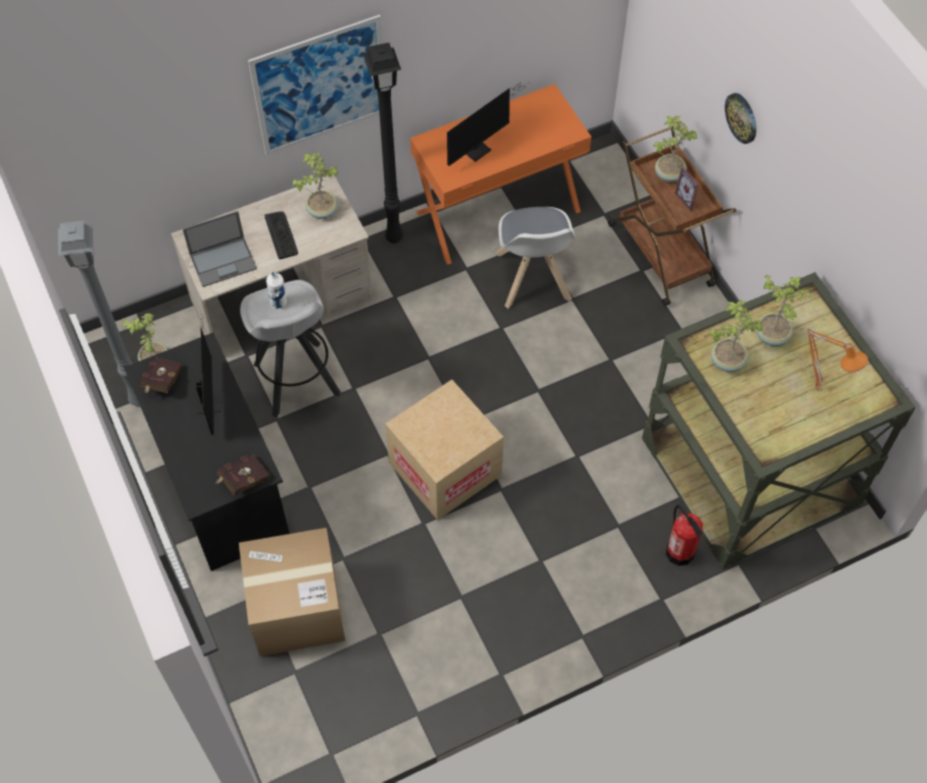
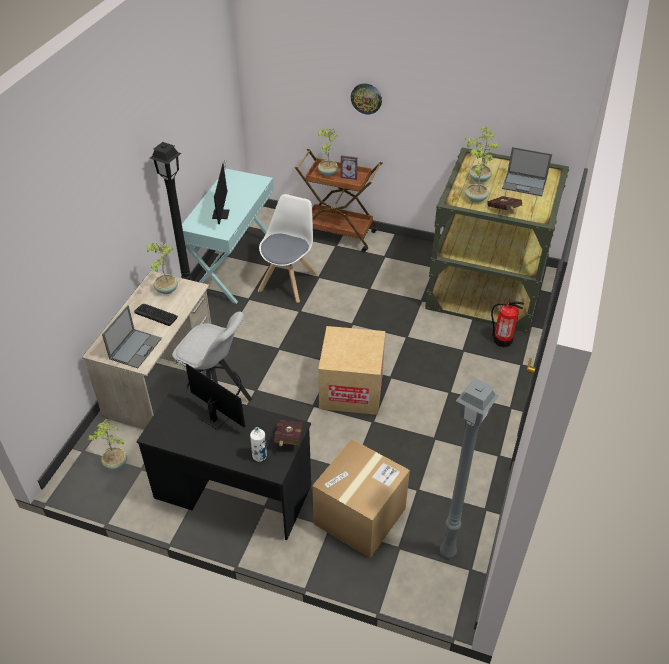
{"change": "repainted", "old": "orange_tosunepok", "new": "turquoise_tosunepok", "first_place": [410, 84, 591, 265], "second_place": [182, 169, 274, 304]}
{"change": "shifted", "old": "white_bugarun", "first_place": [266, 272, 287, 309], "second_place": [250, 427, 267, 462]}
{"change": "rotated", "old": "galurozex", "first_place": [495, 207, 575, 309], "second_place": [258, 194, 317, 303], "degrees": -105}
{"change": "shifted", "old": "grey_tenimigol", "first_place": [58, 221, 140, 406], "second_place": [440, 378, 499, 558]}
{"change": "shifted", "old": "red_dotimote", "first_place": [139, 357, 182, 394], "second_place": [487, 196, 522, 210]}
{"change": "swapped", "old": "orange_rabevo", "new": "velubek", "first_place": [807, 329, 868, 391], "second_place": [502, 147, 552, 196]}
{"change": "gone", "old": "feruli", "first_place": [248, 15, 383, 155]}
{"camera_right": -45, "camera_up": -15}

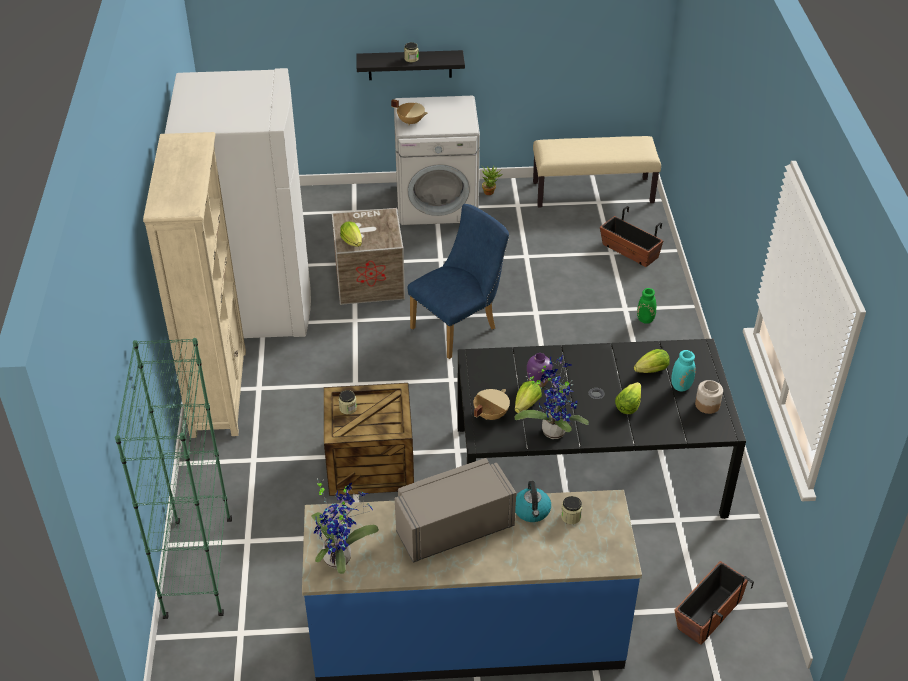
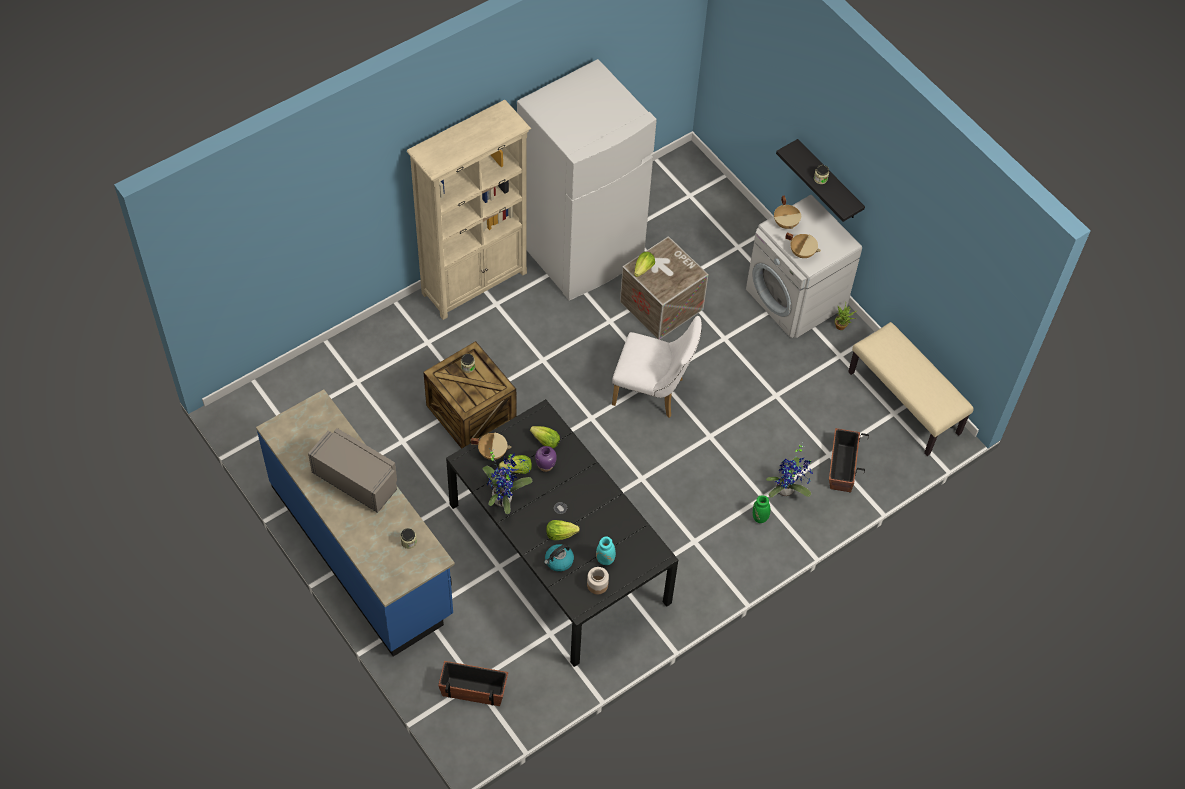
{"change": "shifted", "old": "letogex", "first_place": [634, 349, 670, 373], "second_place": [530, 426, 560, 448]}
{"change": "shifted", "old": "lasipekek", "first_place": [515, 481, 551, 522], "second_place": [544, 544, 574, 572]}
{"change": "repainted", "old": "blue_galurozex", "new": "white_galurozex", "first_place": [408, 204, 509, 359], "second_place": [612, 316, 702, 418]}
{"change": "shifted", "old": "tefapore", "first_place": [311, 478, 379, 574], "second_place": [766, 443, 813, 497]}
{"change": "new", "new": "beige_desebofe", "second_place": [785, 232, 821, 258]}
{"change": "gone", "old": "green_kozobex", "first_place": [115, 338, 232, 619]}
{"camera_right": 55, "camera_up": 15}

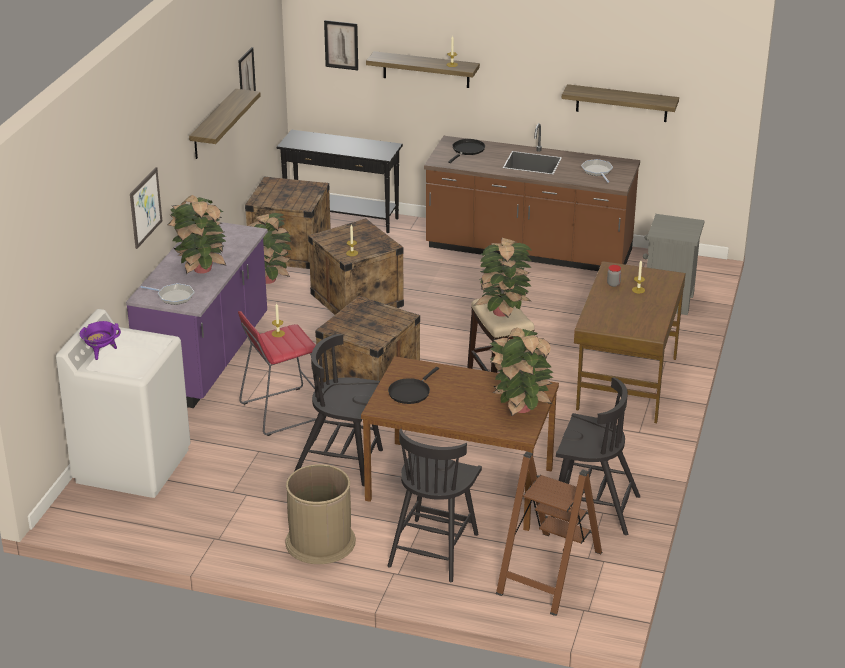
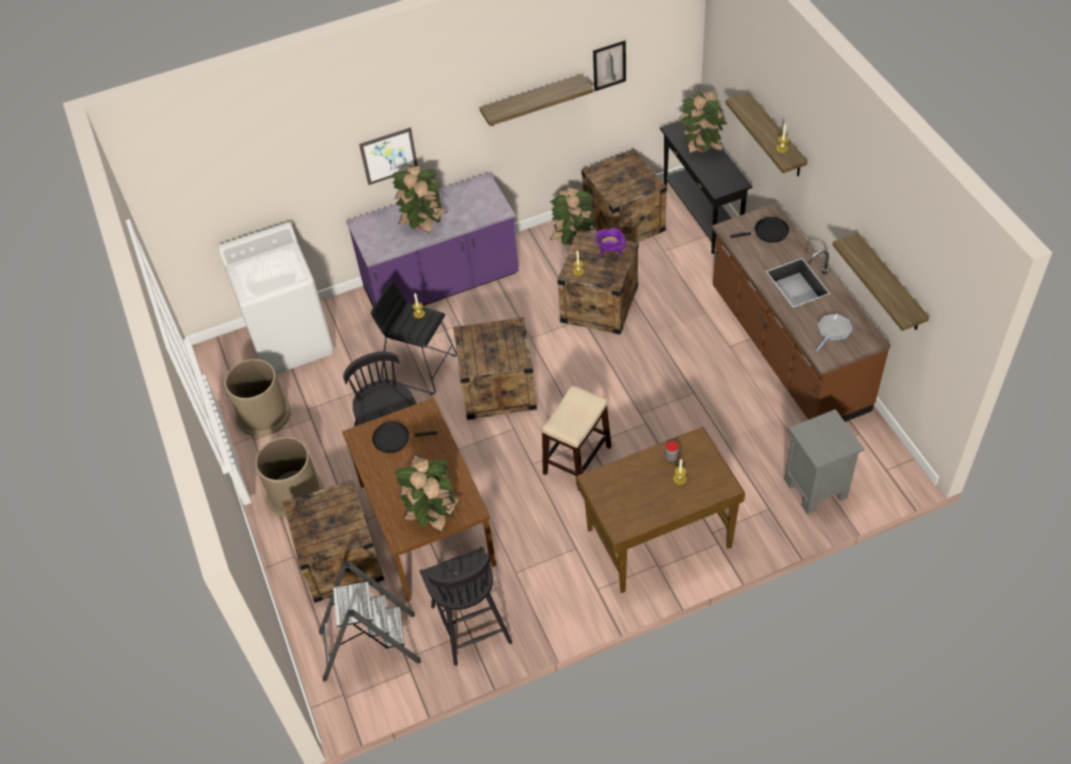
{"change": "new", "new": "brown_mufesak", "second_place": [224, 359, 291, 437]}
{"change": "swapped", "old": "black_galurozex", "new": "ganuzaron", "first_place": [388, 429, 482, 583], "second_place": [283, 480, 384, 603]}
{"change": "repainted", "old": "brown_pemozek", "new": "grey_pemozek", "first_place": [496, 451, 602, 616], "second_place": [319, 561, 421, 681]}
{"change": "repainted", "old": "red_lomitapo", "new": "black_lomitapo", "first_place": [238, 311, 316, 436], "second_place": [371, 280, 457, 395]}
{"change": "shifted", "old": "purple_desebofe", "first_place": [80, 321, 121, 360], "second_place": [595, 228, 626, 257]}
{"change": "shifted", "old": "tefapore", "first_place": [474, 238, 531, 318], "second_place": [679, 91, 727, 154]}
{"change": "gone", "old": "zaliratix", "first_place": [141, 283, 194, 305]}
{"change": "gone", "old": "feruli", "first_place": [324, 20, 358, 70]}
{"camera_right": 55, "camera_up": 20}

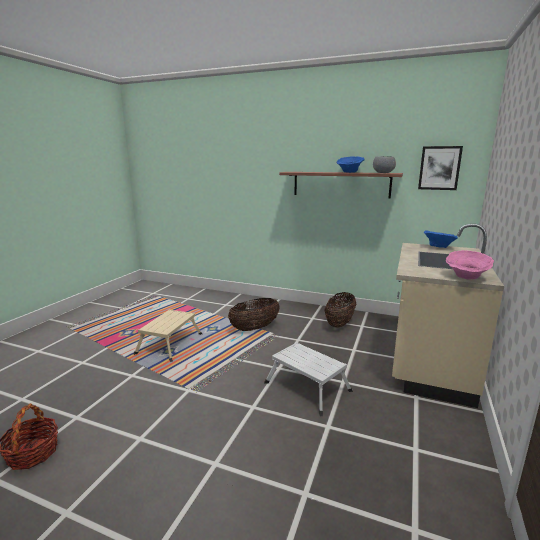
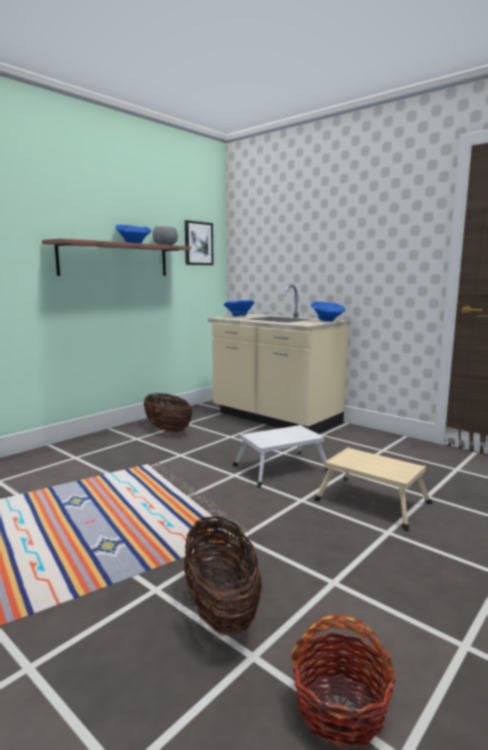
{"change": "shifted", "old": "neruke", "first_place": [228, 298, 280, 331], "second_place": [184, 516, 262, 635]}
{"change": "repainted", "old": "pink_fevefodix", "new": "blue_fevefodix", "first_place": [446, 250, 494, 280], "second_place": [311, 302, 345, 322]}
{"change": "shifted", "old": "beige_pemozek", "first_place": [134, 310, 202, 362], "second_place": [314, 447, 432, 531]}
{"camera_right": -70, "camera_up": -5}

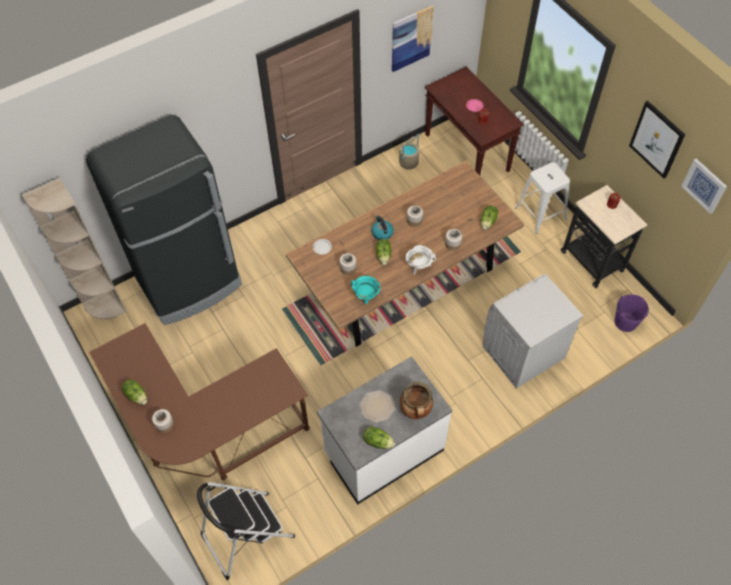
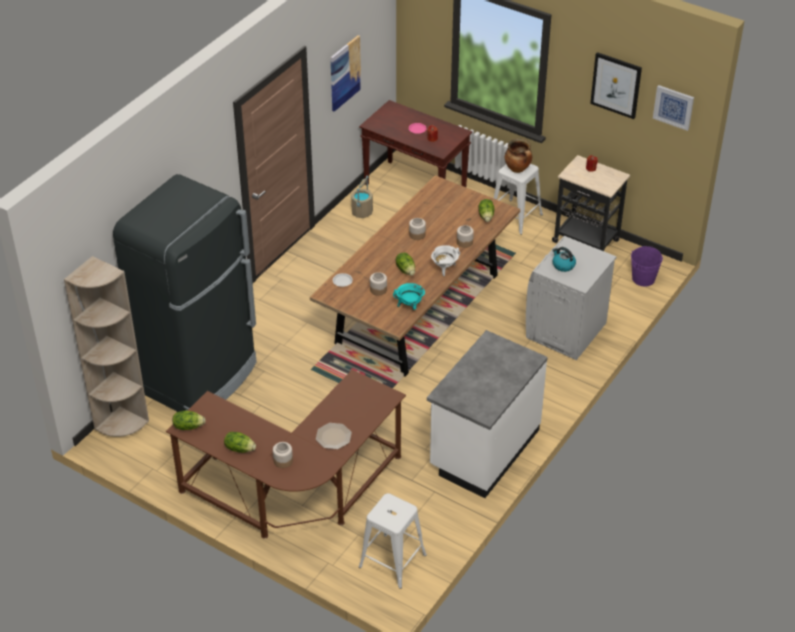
{"change": "shifted", "old": "letogex", "first_place": [363, 427, 395, 449], "second_place": [173, 410, 206, 430]}
{"change": "shifted", "old": "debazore", "first_place": [360, 390, 395, 423], "second_place": [316, 423, 352, 449]}
{"change": "swapped", "old": "pemozek", "new": "white_lomitapo", "first_place": [197, 482, 295, 580], "second_place": [359, 493, 427, 589]}
{"change": "shifted", "old": "desebofe", "first_place": [400, 381, 433, 419], "second_place": [505, 138, 532, 173]}
{"change": "shifted", "old": "lasipekek", "first_place": [372, 215, 394, 240], "second_place": [552, 247, 576, 272]}
{"camera_right": -25, "camera_up": -15}

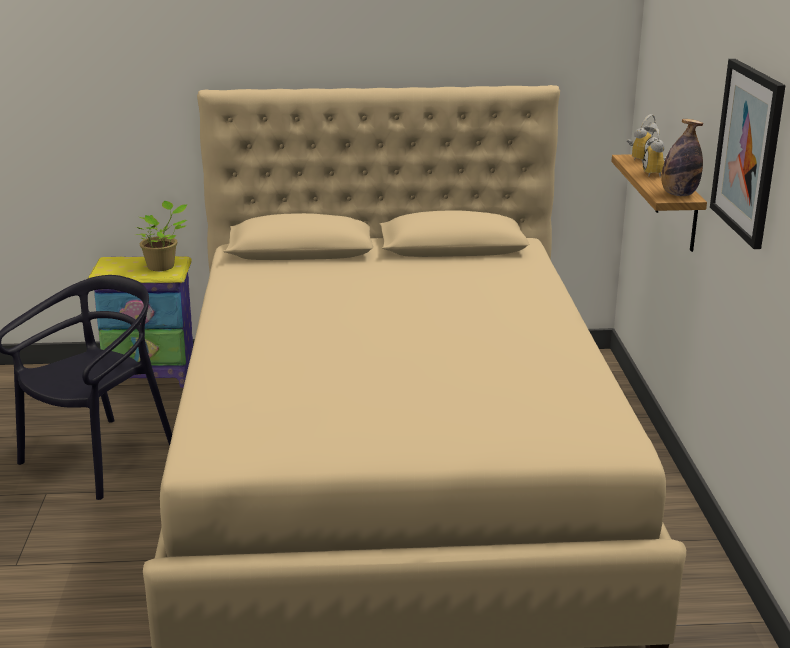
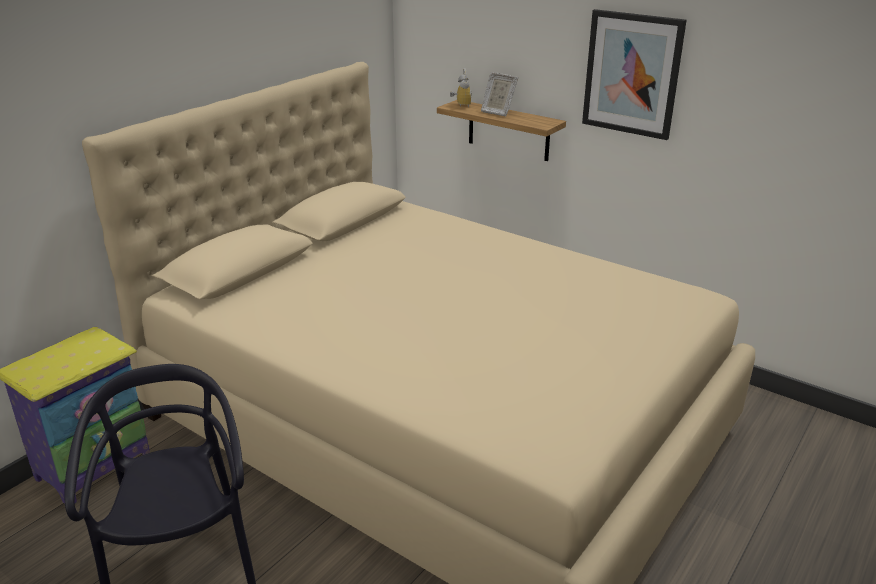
{"change": "swapped", "old": "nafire", "new": "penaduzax", "first_place": [643, 128, 667, 178], "second_place": [481, 72, 518, 116]}
{"change": "gone", "old": "tefapore", "first_place": [136, 201, 188, 271]}
{"change": "gone", "old": "bugarun", "first_place": [661, 119, 703, 196]}
{"camera_right": -50, "camera_up": 5}

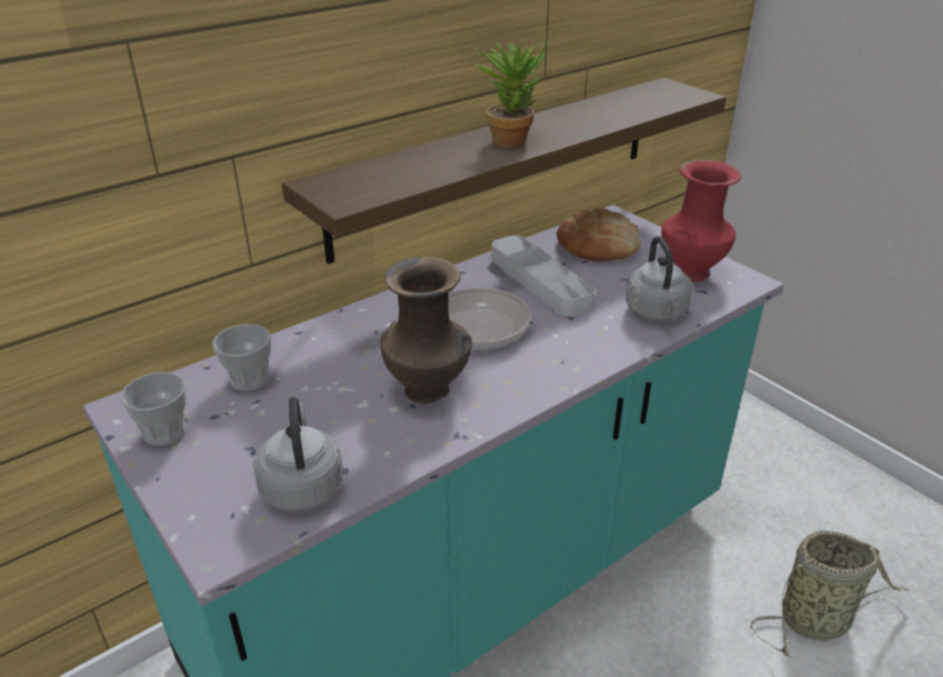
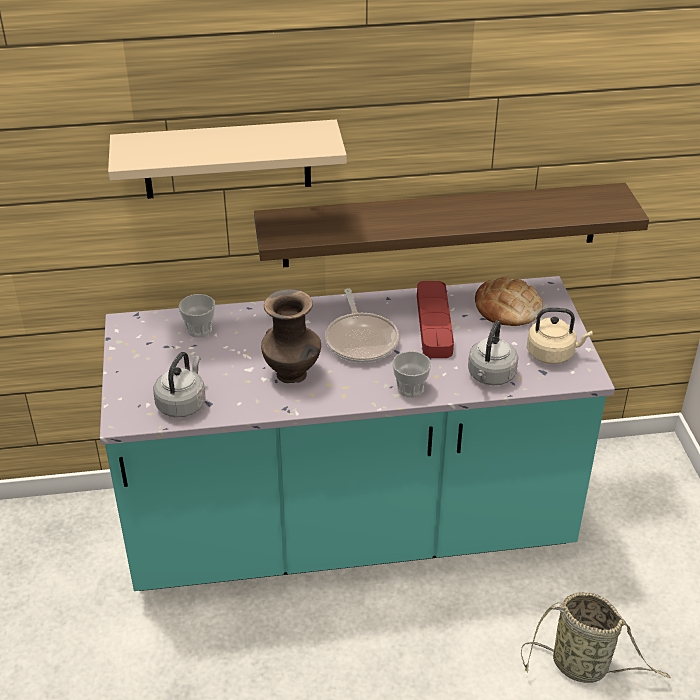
{"change": "new", "new": "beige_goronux", "second_place": [108, 120, 347, 199]}
{"change": "shifted", "old": "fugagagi", "first_place": [121, 372, 187, 446], "second_place": [392, 351, 431, 398]}
{"change": "repainted", "old": "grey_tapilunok", "new": "red_tapilunok", "first_place": [491, 235, 595, 317], "second_place": [417, 281, 454, 358]}
{"change": "swapped", "old": "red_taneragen", "new": "beige_lasipekek", "first_place": [661, 160, 741, 282], "second_place": [527, 308, 593, 364]}
{"change": "gone", "old": "tefapore", "first_place": [475, 40, 547, 148]}
{"camera_right": 30, "camera_up": 5}

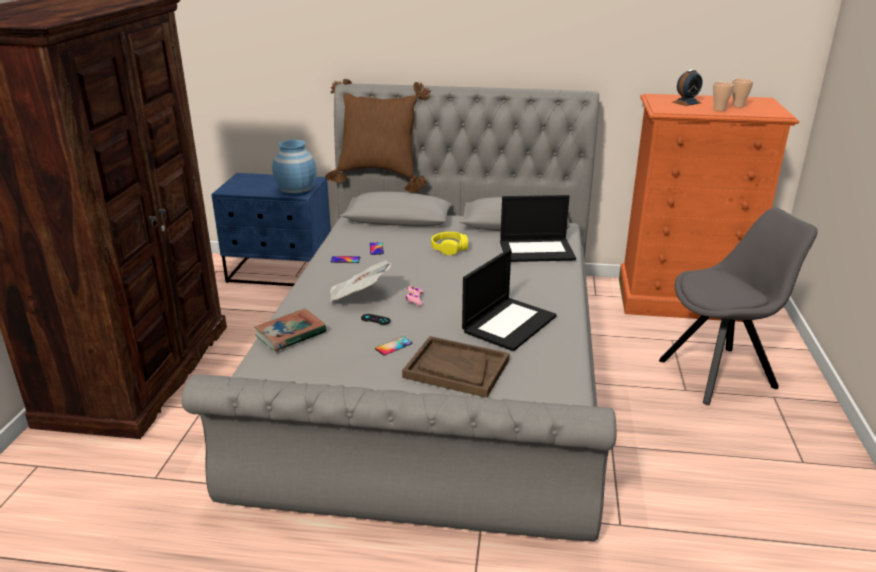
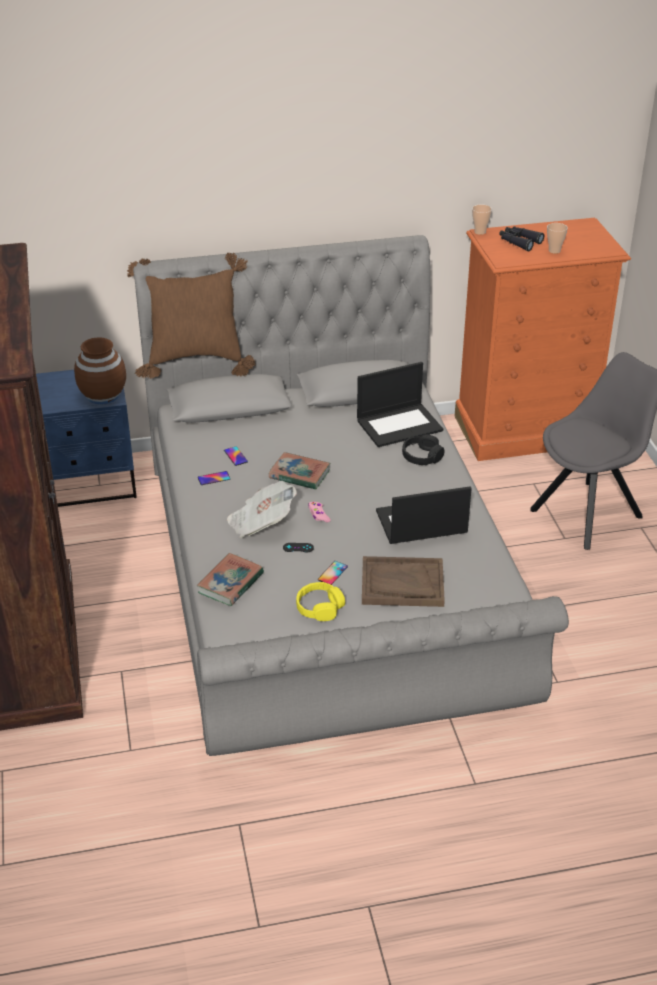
{"change": "repainted", "old": "blue_taneragen", "new": "brown_taneragen", "first_place": [272, 140, 317, 196], "second_place": [74, 337, 126, 404]}
{"change": "new", "new": "dotimote", "second_place": [269, 452, 330, 490]}
{"change": "shifted", "old": "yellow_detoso", "first_place": [431, 232, 468, 255], "second_place": [296, 582, 345, 621]}
{"change": "rotated", "old": "velubek", "first_place": [462, 249, 557, 351], "second_place": [376, 486, 472, 544], "degrees": -120}
{"change": "new", "new": "black_detoso", "second_place": [402, 434, 445, 465]}
{"change": "shifted", "old": "fugagagi", "first_place": [732, 79, 754, 107], "second_place": [472, 205, 492, 235]}
{"change": "swapped", "old": "nafire", "new": "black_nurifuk", "first_place": [672, 70, 703, 106], "second_place": [499, 226, 544, 251]}
{"camera_right": -20, "camera_up": 10}

